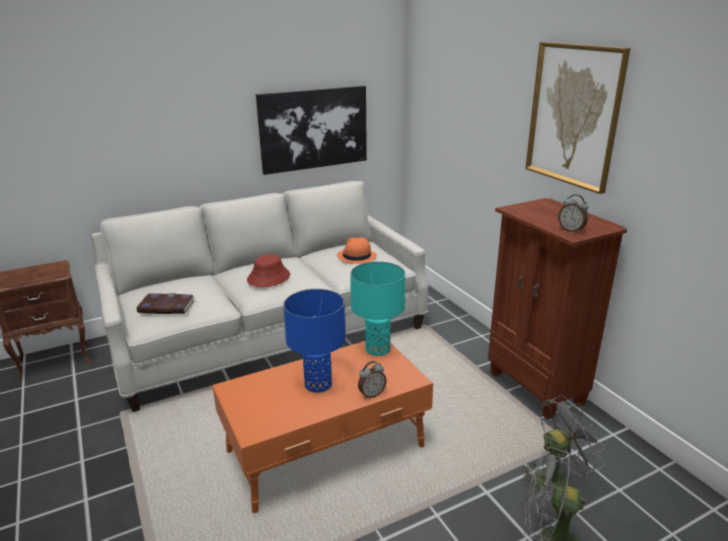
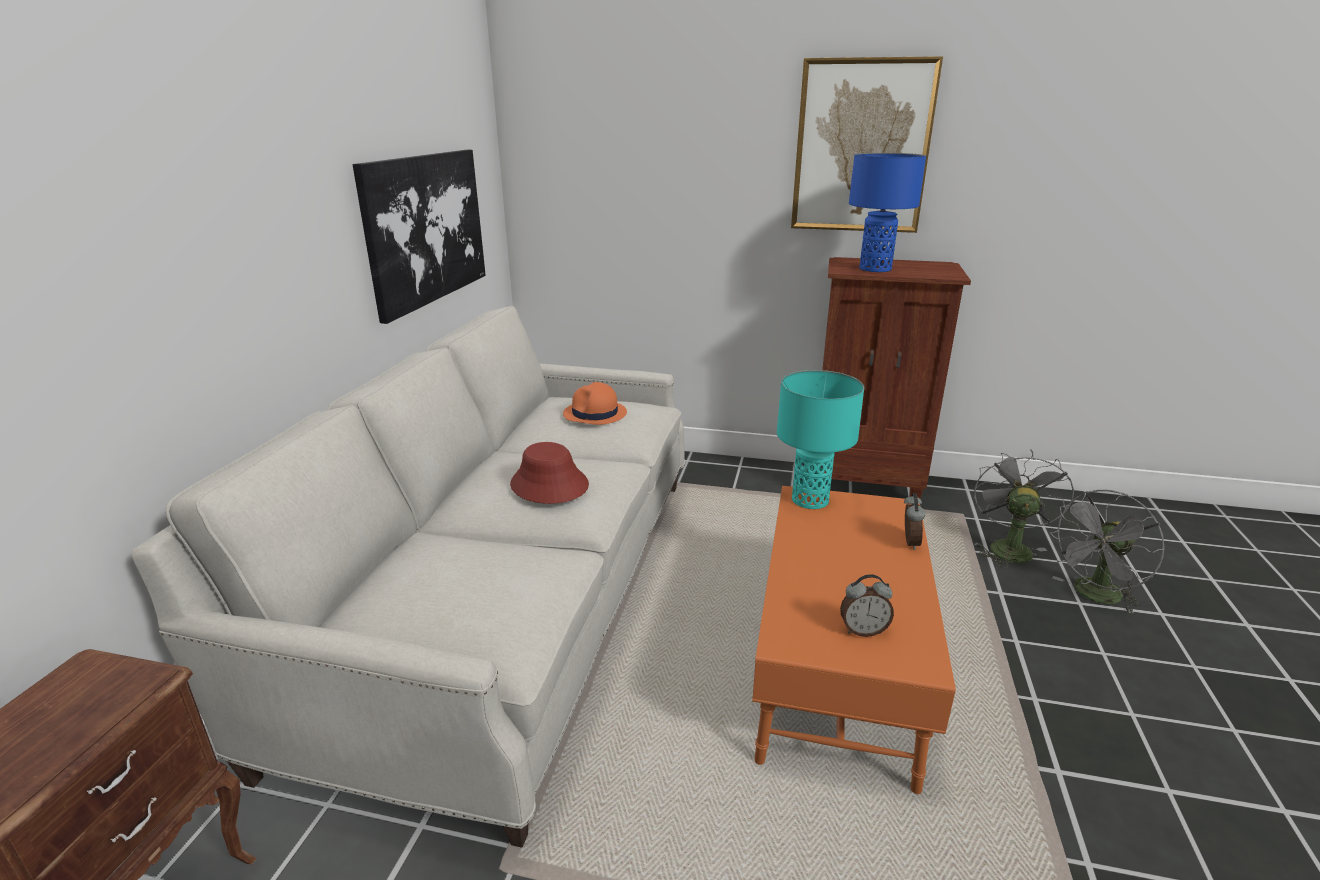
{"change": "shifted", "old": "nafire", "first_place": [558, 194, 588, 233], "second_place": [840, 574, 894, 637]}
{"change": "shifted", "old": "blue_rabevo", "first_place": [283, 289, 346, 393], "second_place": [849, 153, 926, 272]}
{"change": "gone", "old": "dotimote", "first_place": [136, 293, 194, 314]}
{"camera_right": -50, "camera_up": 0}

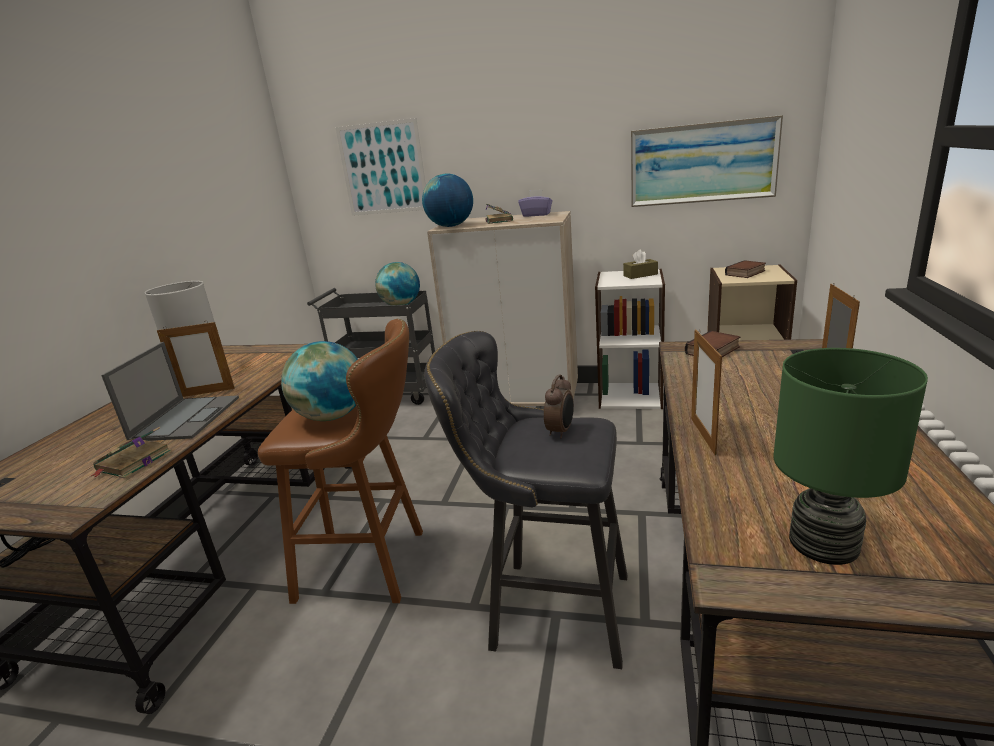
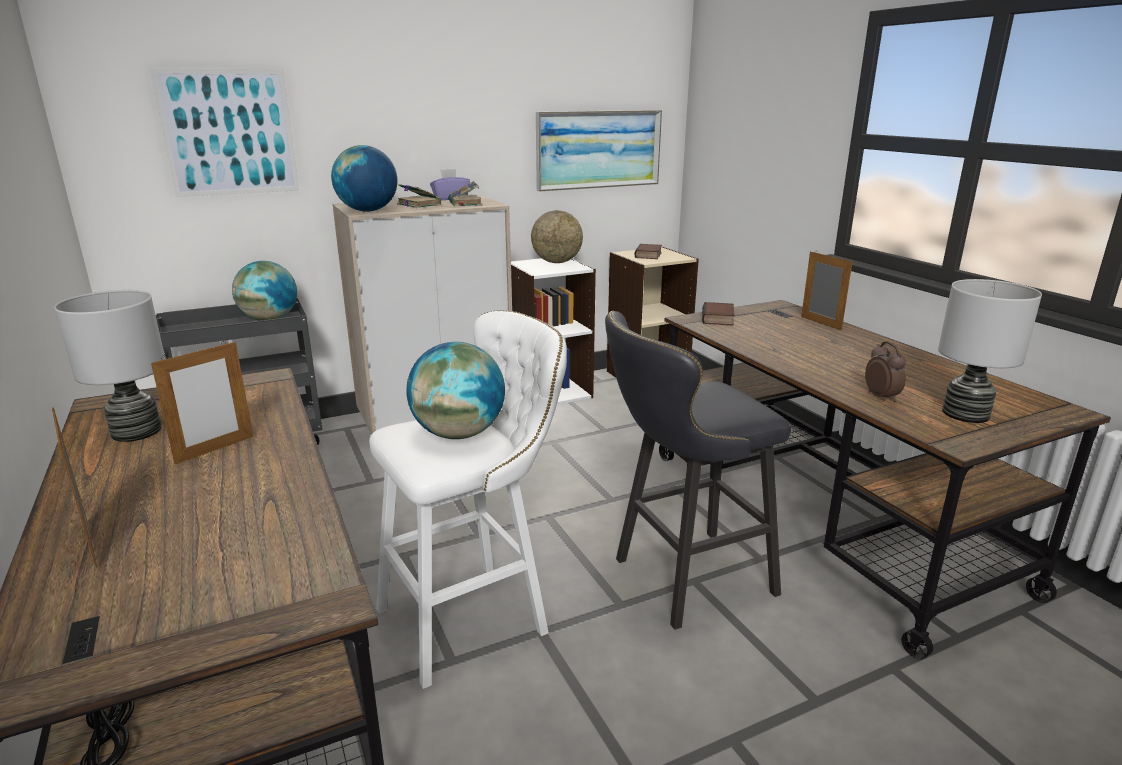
{"change": "shifted", "old": "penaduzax", "first_place": [691, 329, 722, 456], "second_place": [52, 407, 98, 568]}
{"change": "repainted", "old": "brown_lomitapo", "new": "white_lomitapo", "first_place": [258, 319, 423, 604], "second_place": [369, 310, 567, 689]}
{"change": "shifted", "old": "dotimote", "first_place": [91, 426, 172, 478], "second_place": [448, 181, 482, 206]}
{"change": "swapped", "old": "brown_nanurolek", "new": "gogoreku", "first_place": [623, 249, 658, 279], "second_place": [531, 210, 583, 263]}
{"change": "shifted", "old": "nafire", "first_place": [544, 374, 574, 439], "second_place": [865, 341, 906, 402]}
{"change": "repainted", "old": "green_rabevo", "new": "grey_rabevo", "first_place": [773, 348, 928, 565], "second_place": [938, 279, 1042, 423]}
{"change": "gone", "old": "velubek", "first_place": [101, 342, 239, 441]}
{"camera_right": -40, "camera_up": 0}

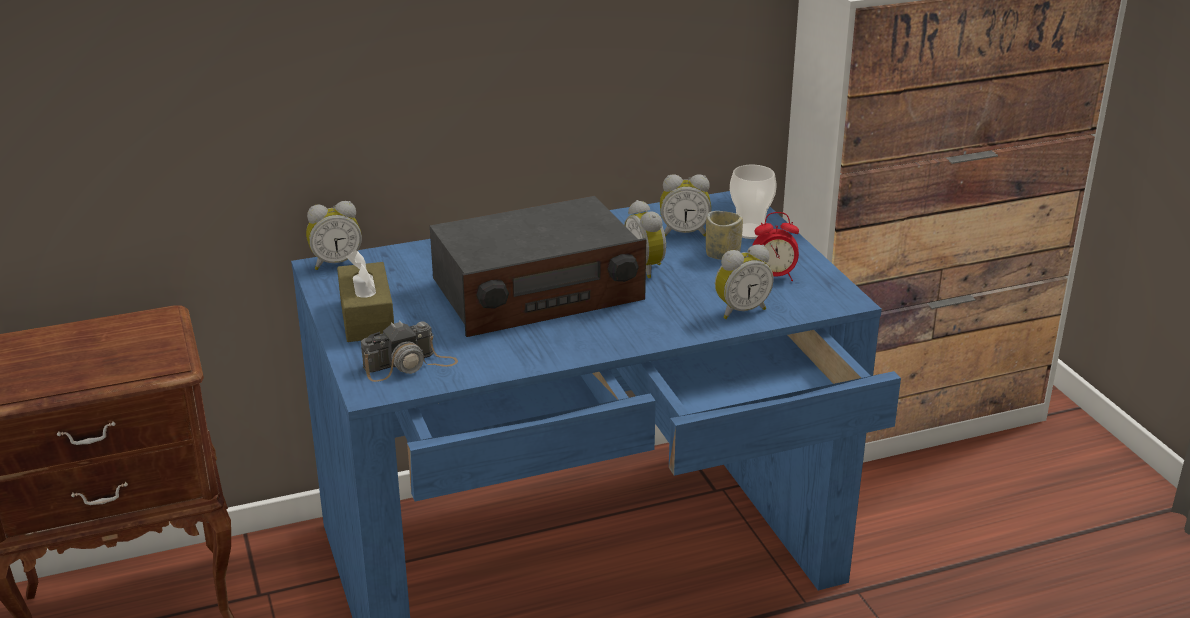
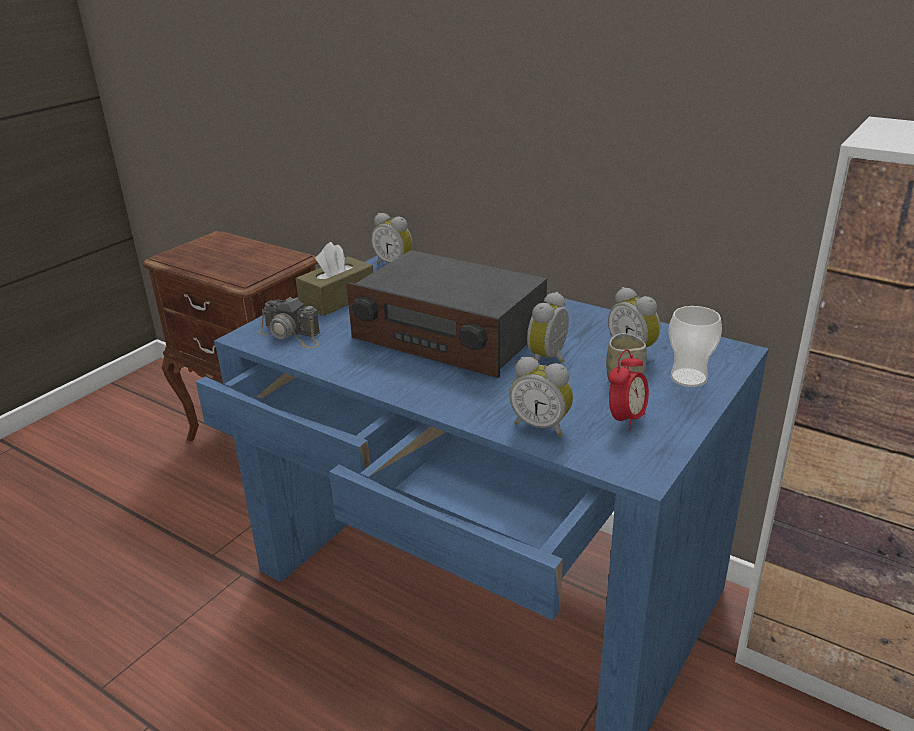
{"change": "rotated", "old": "nafire", "first_place": [752, 212, 799, 281], "second_place": [608, 349, 649, 431], "degrees": -105}
{"camera_right": 55, "camera_up": 0}

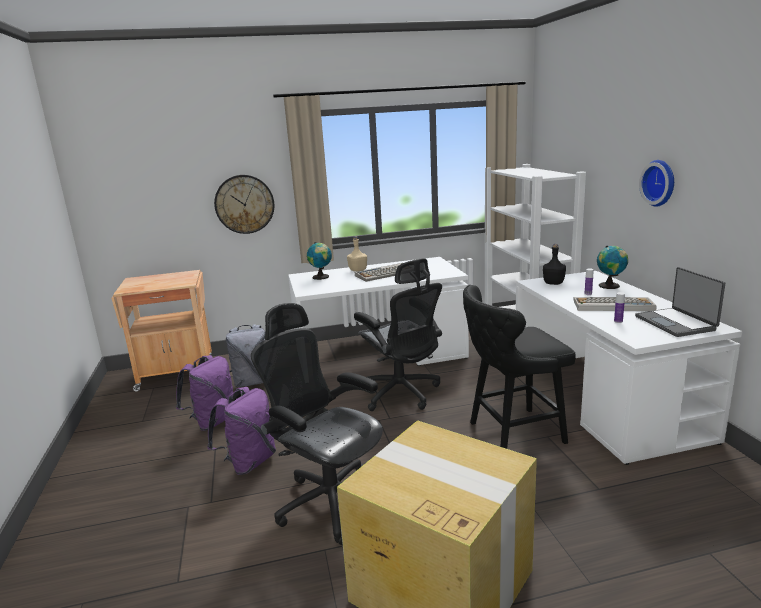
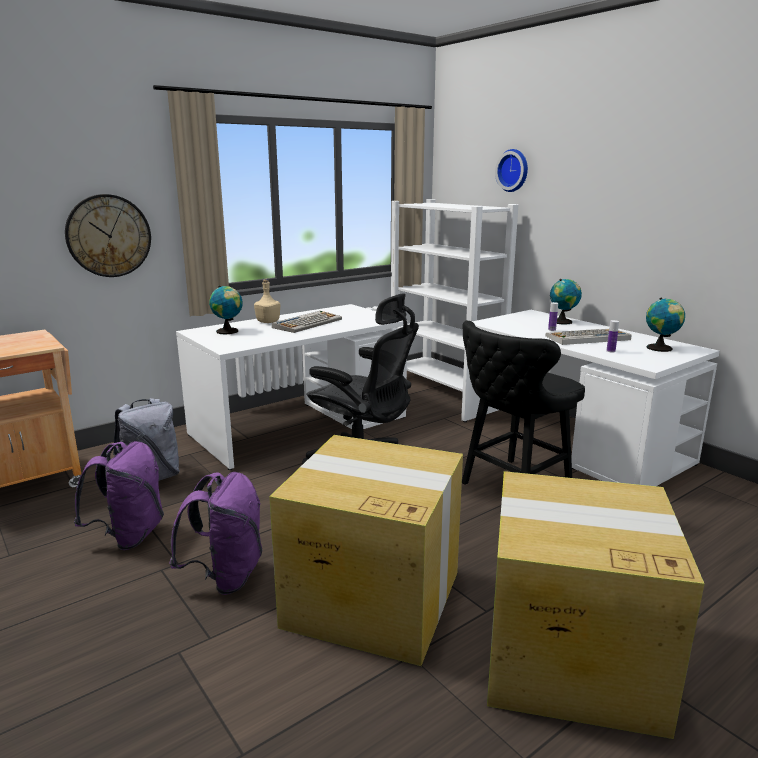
{"change": "swapped", "old": "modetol", "new": "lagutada", "first_place": [251, 303, 383, 545], "second_place": [269, 435, 463, 666]}
{"change": "shifted", "old": "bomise", "first_place": [639, 160, 674, 207], "second_place": [495, 149, 528, 192]}
{"change": "swapped", "old": "velubek", "new": "gogoreku", "first_place": [635, 267, 725, 337], "second_place": [646, 297, 685, 352]}
{"change": "gone", "old": "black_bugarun", "first_place": [543, 244, 566, 285]}
{"camera_right": -25, "camera_up": 0}

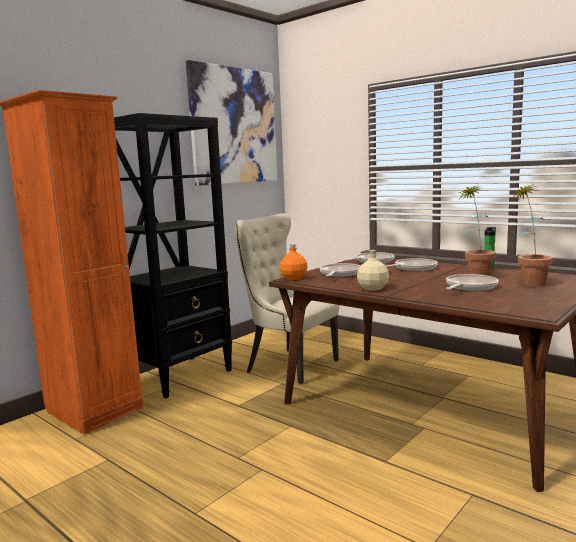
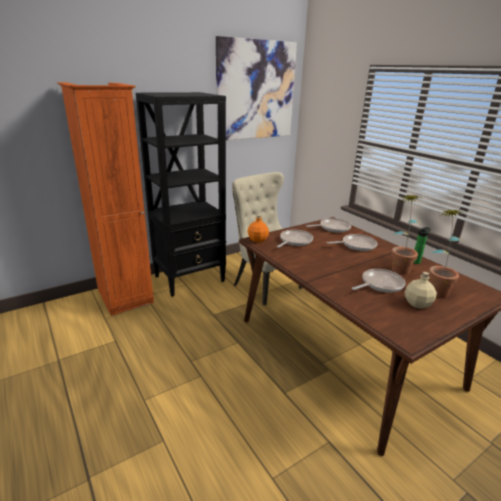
{"change": "shifted", "old": "beige_bugarun", "first_place": [357, 250, 389, 291], "second_place": [405, 272, 437, 309]}
{"camera_right": 15, "camera_up": 15}

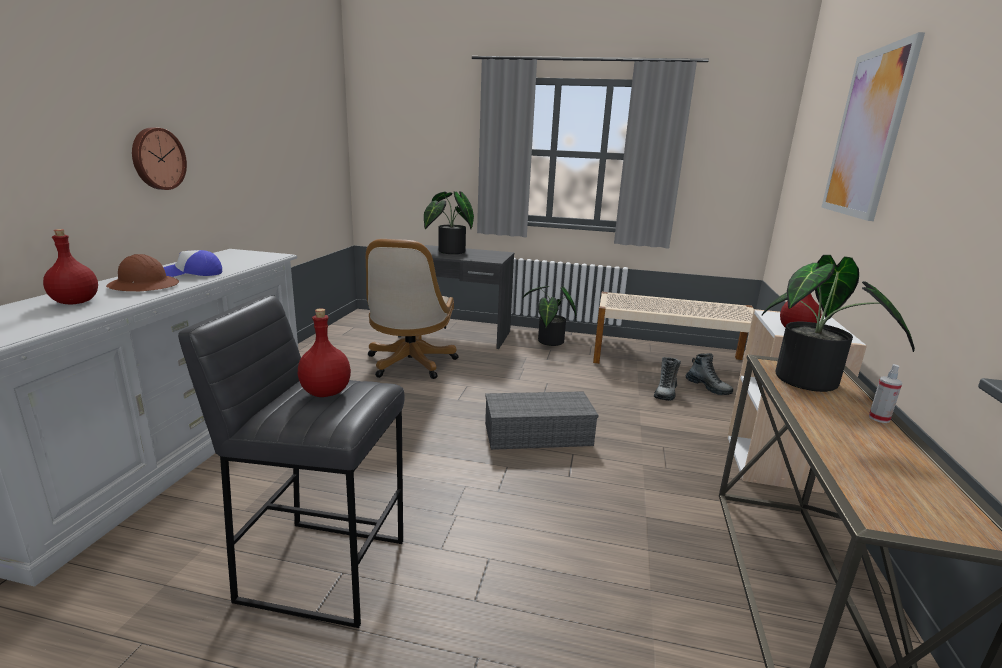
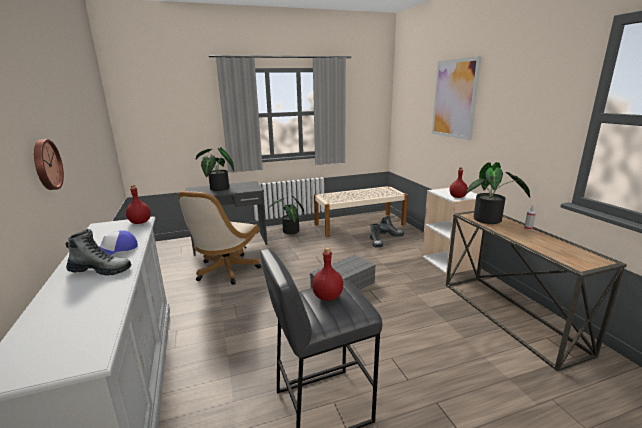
{"change": "swapped", "old": "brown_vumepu", "new": "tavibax", "first_place": [106, 254, 179, 291], "second_place": [65, 229, 131, 276]}
{"change": "shifted", "old": "red_bugarun", "first_place": [43, 229, 98, 304], "second_place": [126, 185, 151, 224]}
{"change": "rotated", "old": "modetol", "first_place": [366, 239, 458, 379], "second_place": [178, 191, 261, 285], "degrees": 45}
{"camera_right": -30, "camera_up": 0}

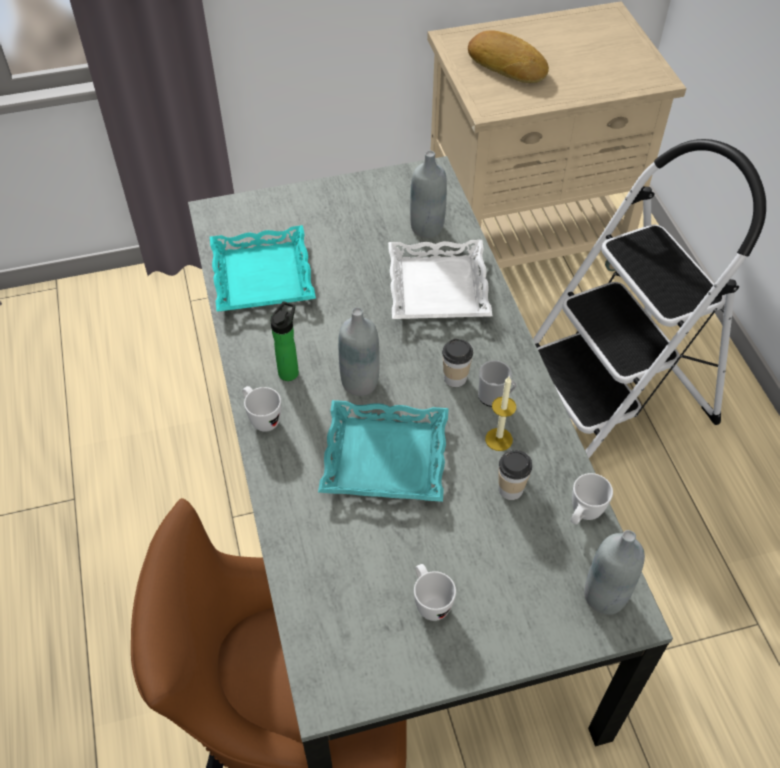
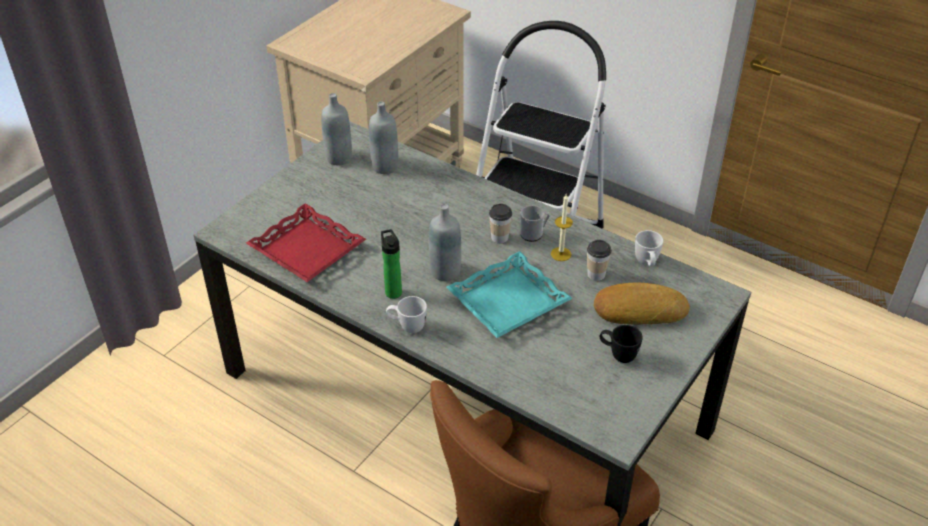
{"change": "repainted", "old": "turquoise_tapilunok", "new": "red_tapilunok", "first_place": [210, 225, 316, 312], "second_place": [246, 203, 366, 282]}
{"change": "shifted", "old": "grey_bugarun", "first_place": [584, 530, 645, 615], "second_place": [321, 93, 352, 165]}
{"change": "shifted", "old": "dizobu", "first_place": [468, 31, 549, 83], "second_place": [594, 283, 690, 325]}
{"change": "repainted", "old": "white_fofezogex", "new": "black_fofezogex", "first_place": [414, 564, 456, 621], "second_place": [599, 325, 643, 363]}
{"change": "gone", "old": "white_tapilunok", "first_place": [388, 240, 492, 319]}
{"camera_right": -40, "camera_up": -10}

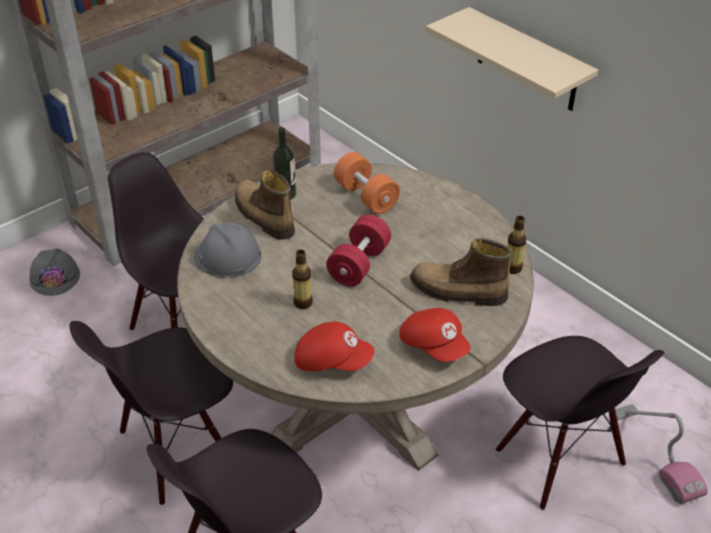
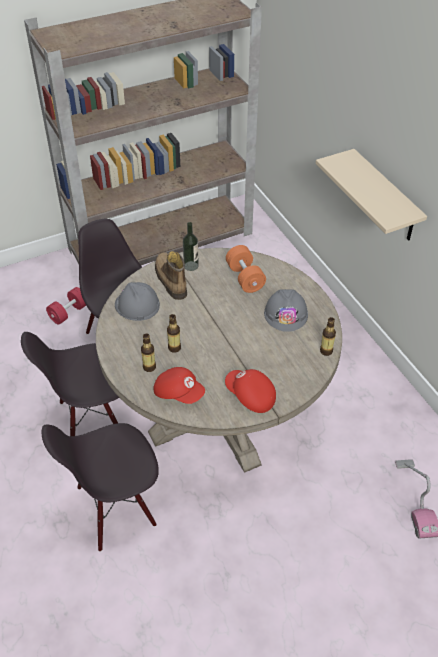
{"change": "shifted", "old": "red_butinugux", "first_place": [326, 215, 391, 286], "second_place": [46, 287, 86, 325]}
{"change": "new", "new": "bugarun", "second_place": [141, 333, 156, 372]}
{"change": "rotated", "old": "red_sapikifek", "first_place": [399, 308, 471, 362], "second_place": [225, 369, 276, 413], "degrees": 150}
{"change": "shifted", "old": "grey_vumepu", "first_place": [29, 248, 80, 296], "second_place": [264, 289, 308, 332]}
{"change": "gone", "old": "tavibax", "first_place": [410, 238, 512, 306]}
{"change": "gone", "old": "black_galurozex", "first_place": [496, 336, 665, 510]}
{"camera_right": 15, "camera_up": 5}

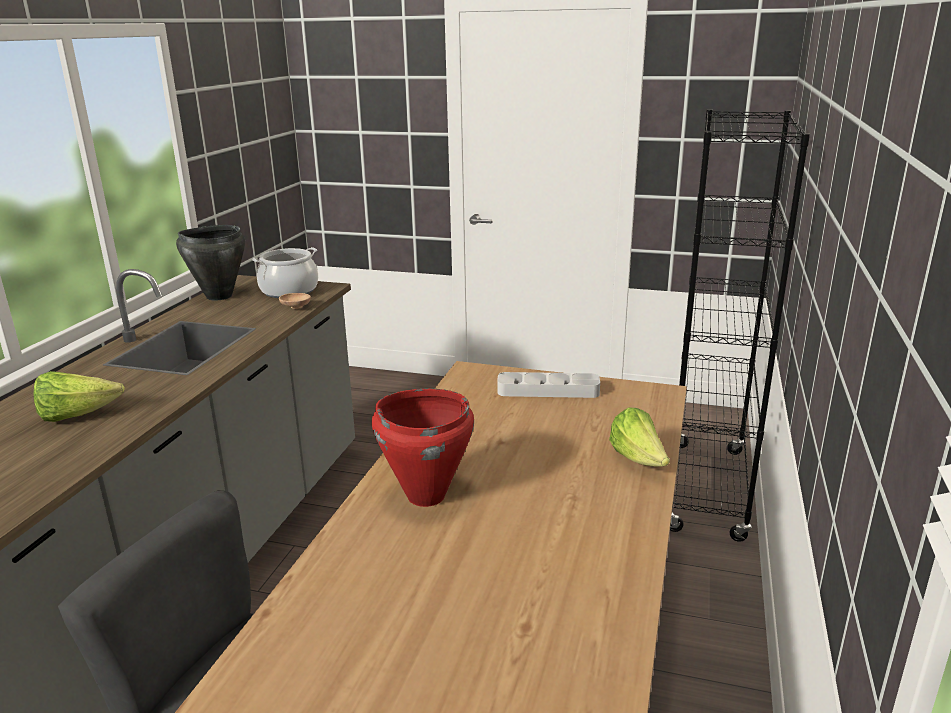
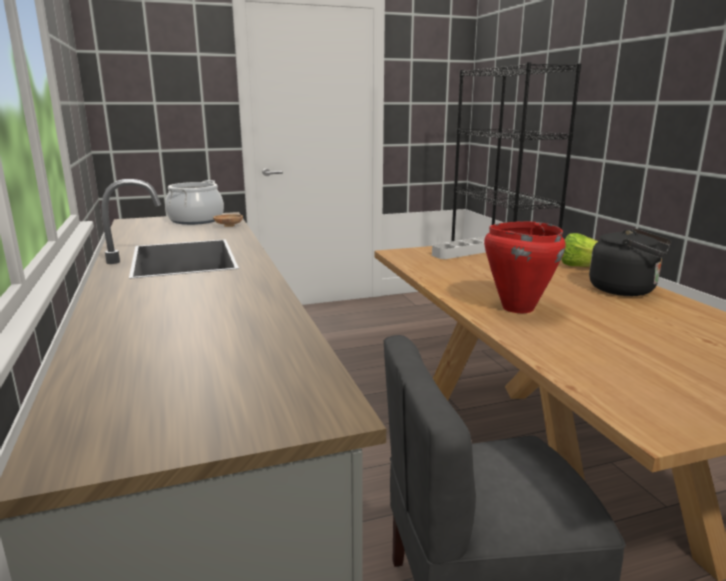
{"change": "new", "new": "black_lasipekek", "second_place": [589, 228, 672, 296]}
{"change": "gone", "old": "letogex", "first_place": [34, 371, 125, 422]}
{"change": "gone", "old": "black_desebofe", "first_place": [176, 225, 245, 301]}
{"camera_right": -35, "camera_up": -5}

